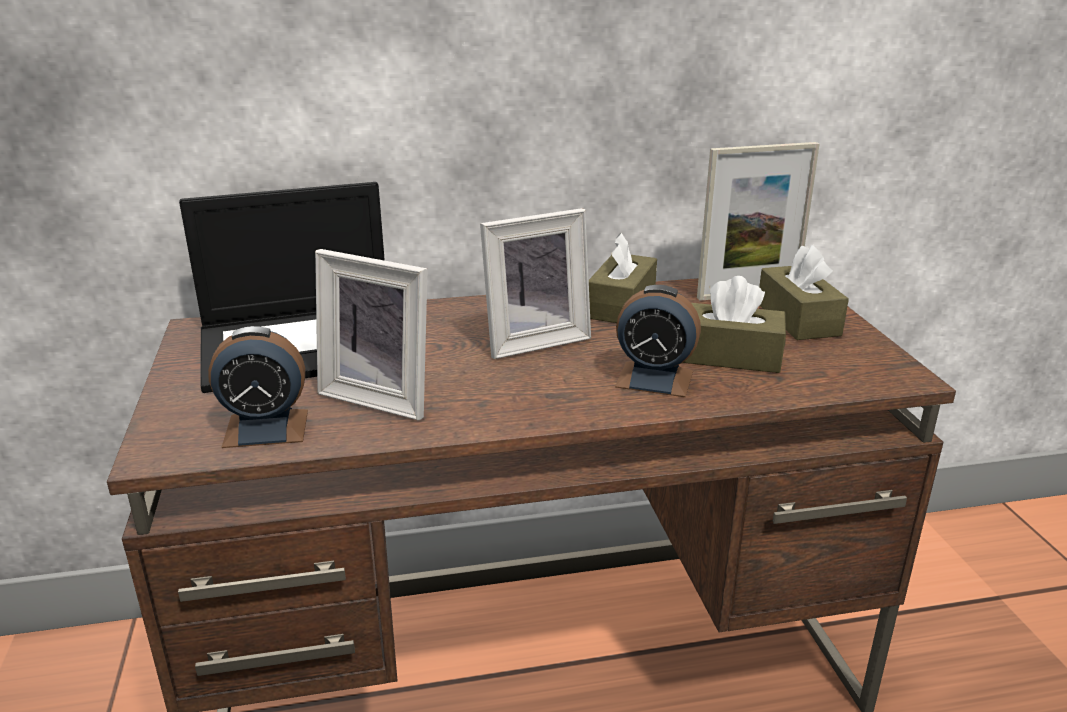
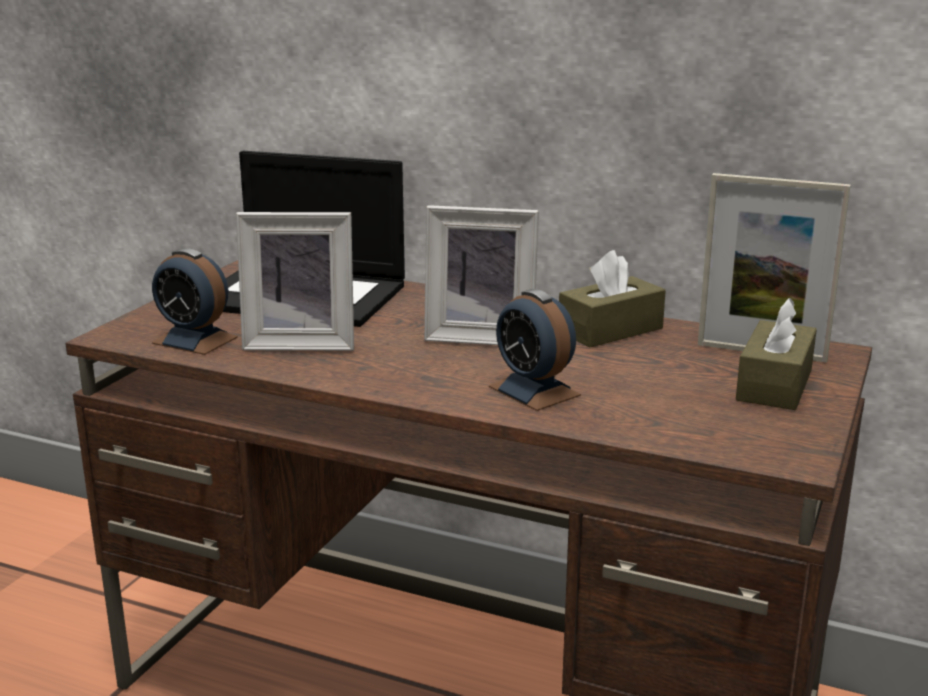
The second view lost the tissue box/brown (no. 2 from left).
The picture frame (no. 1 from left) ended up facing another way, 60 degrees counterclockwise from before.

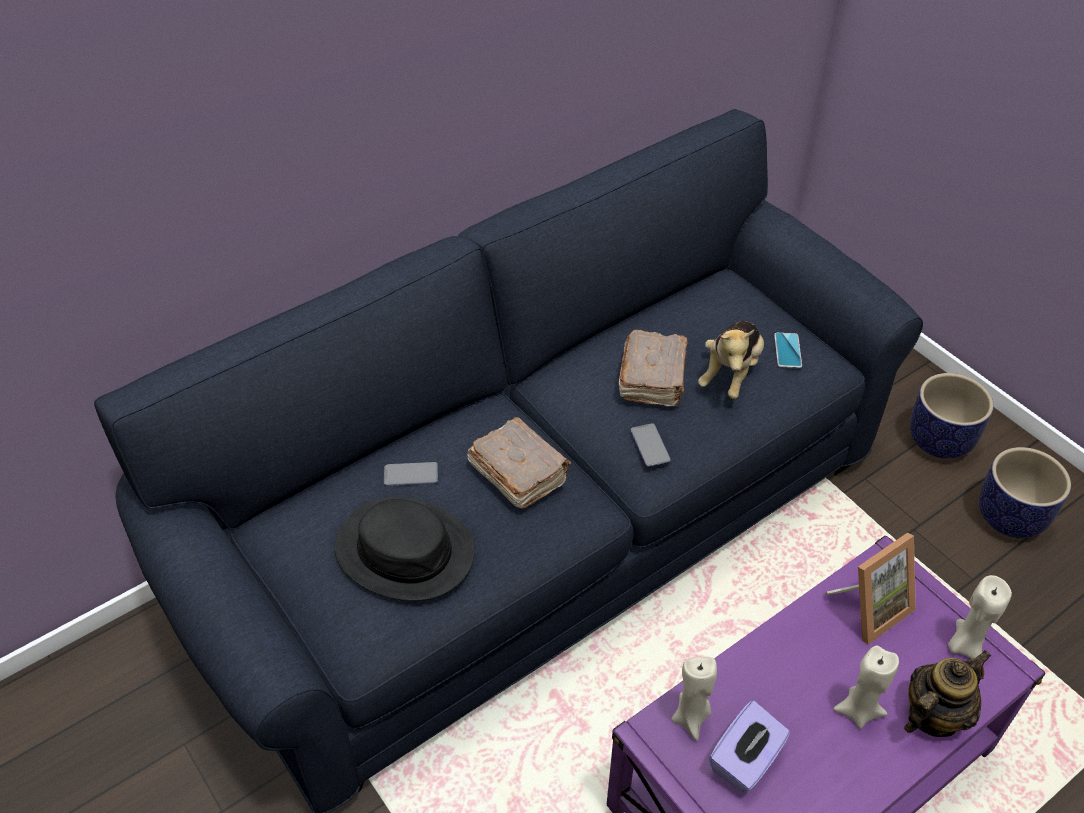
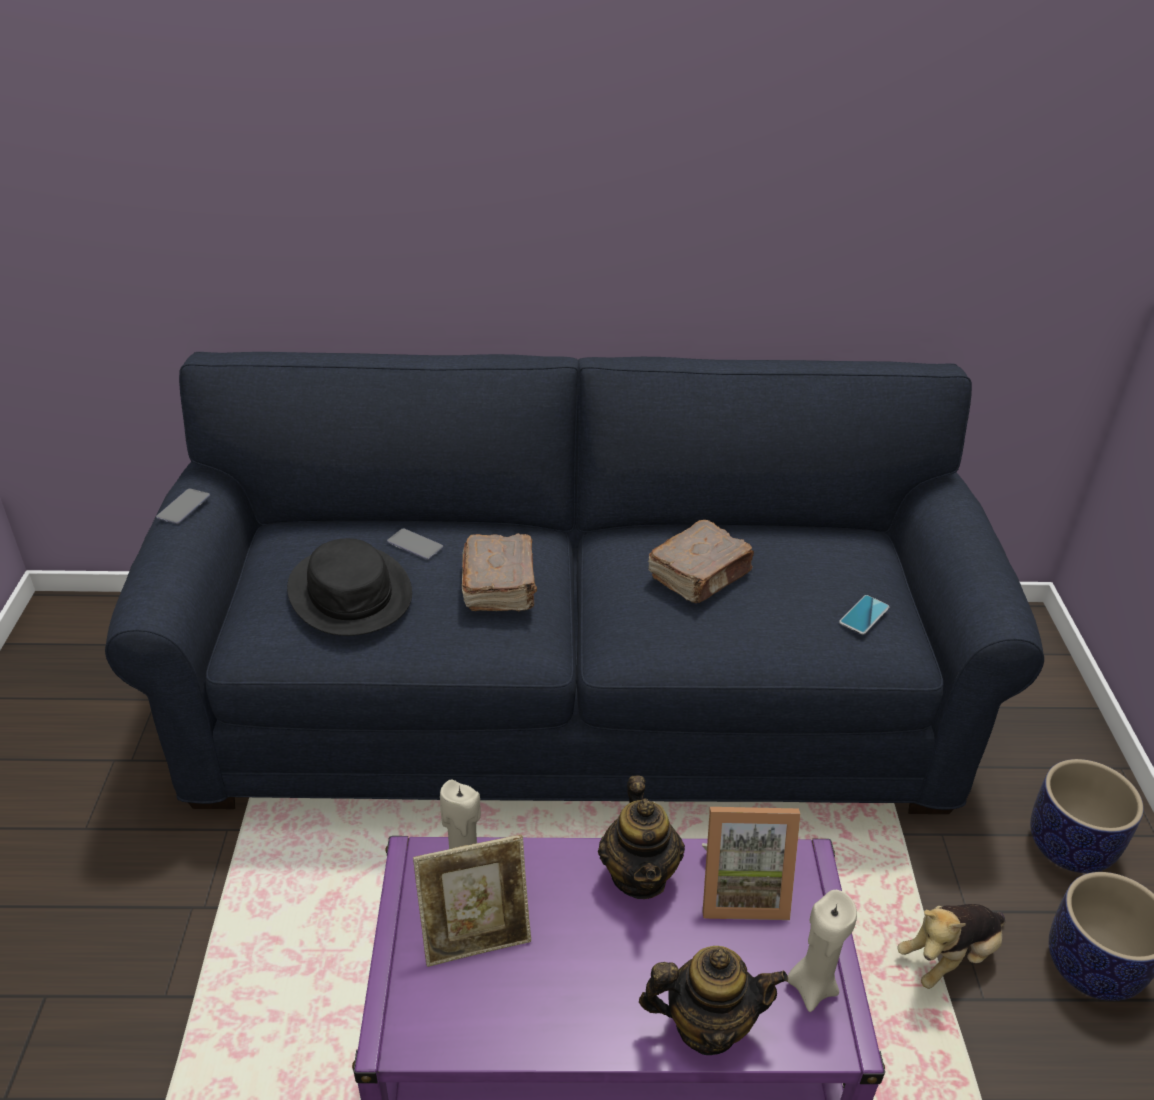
The second view lost the candle/beige (no. 2 from left).
The second view gained the teapot (no. 1 from left).
The phone (no. 2 from left in the first image) ended up elsewhere.
The plush toy ended up elsewhere.
Where the tissue box/purple stood, the picture frame (no. 1 from left) came to stand.

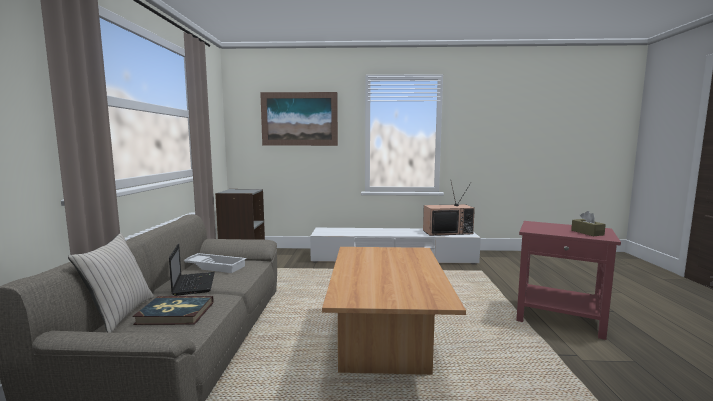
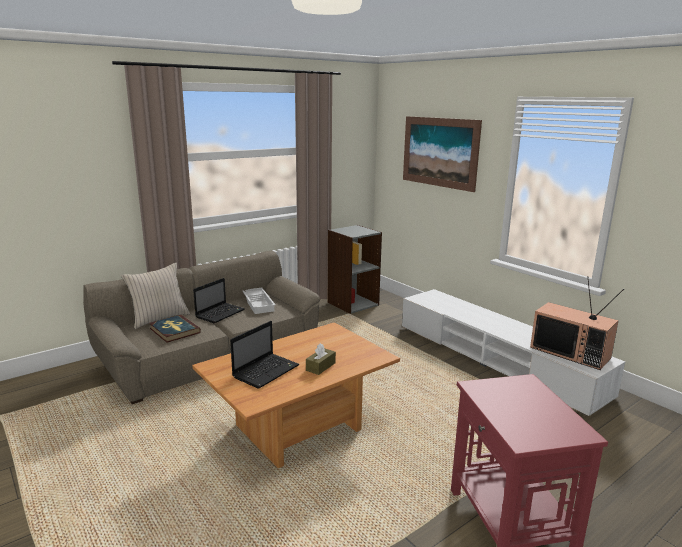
The second view gained the laptop (no. 2 from left).
The tissue box/brown ended up elsewhere.

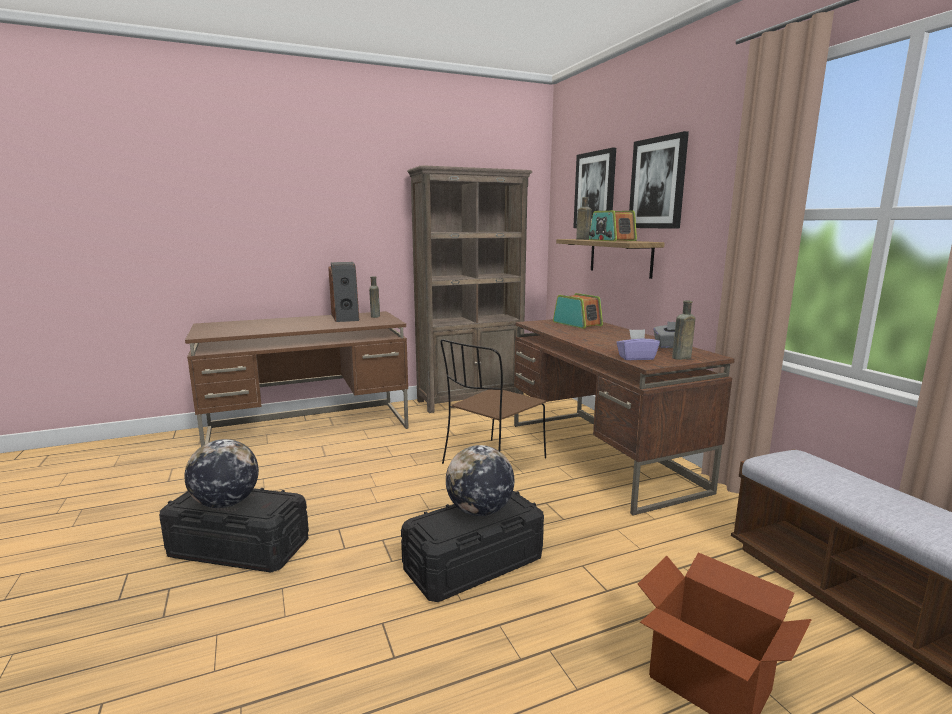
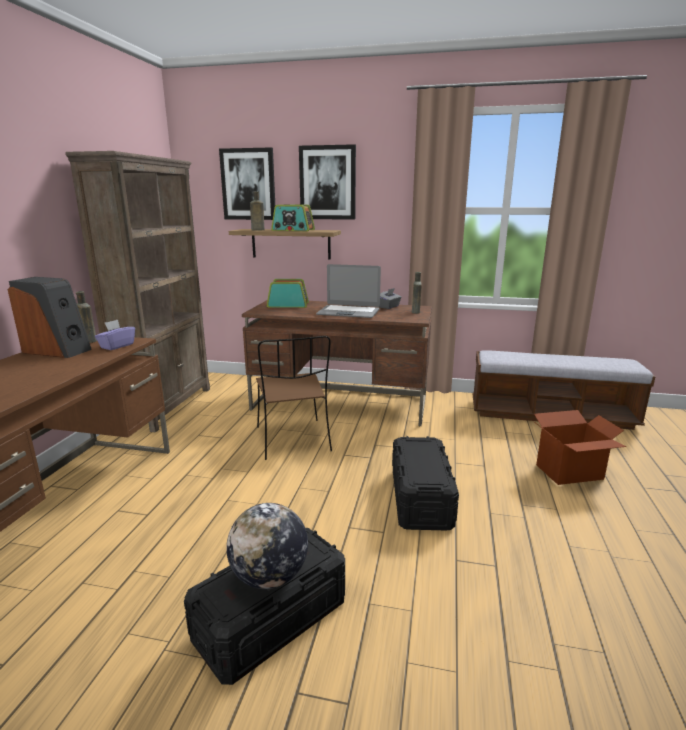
The second view lost the globe (no. 2 from left).
The second view gained the laptop.
The tissue box/purple ended up elsewhere.

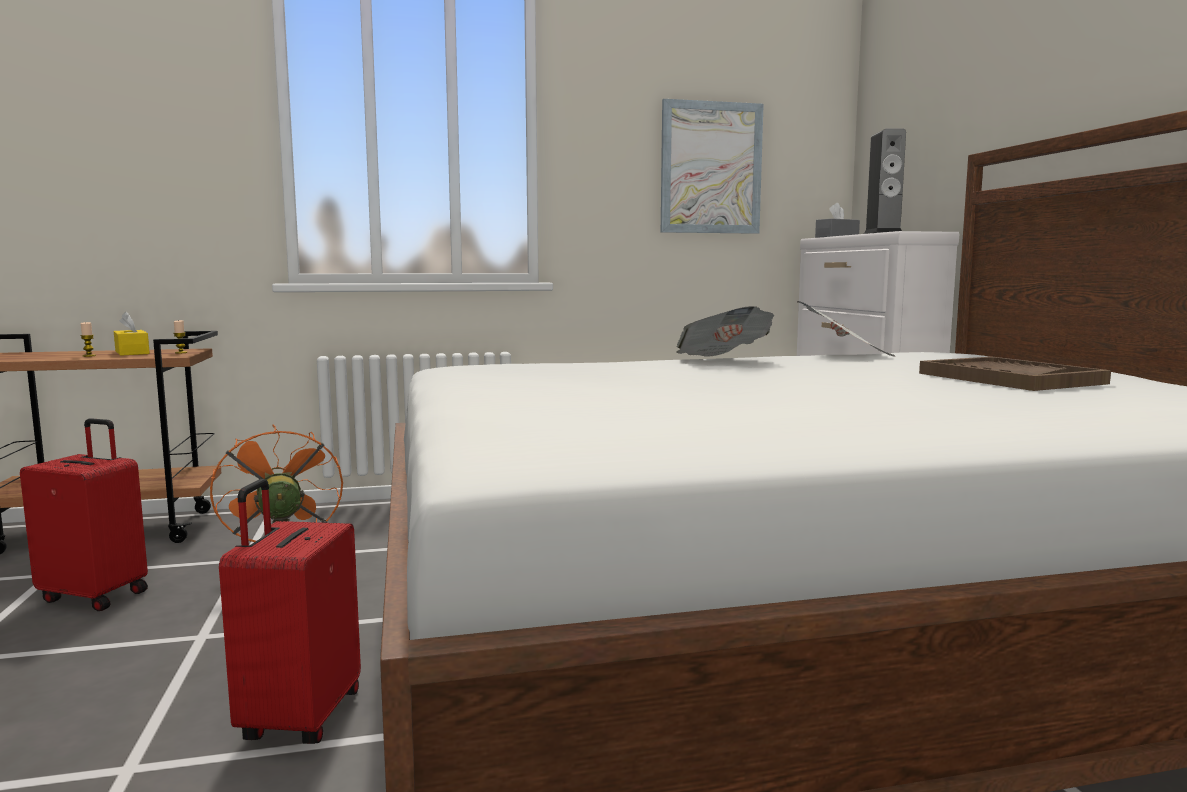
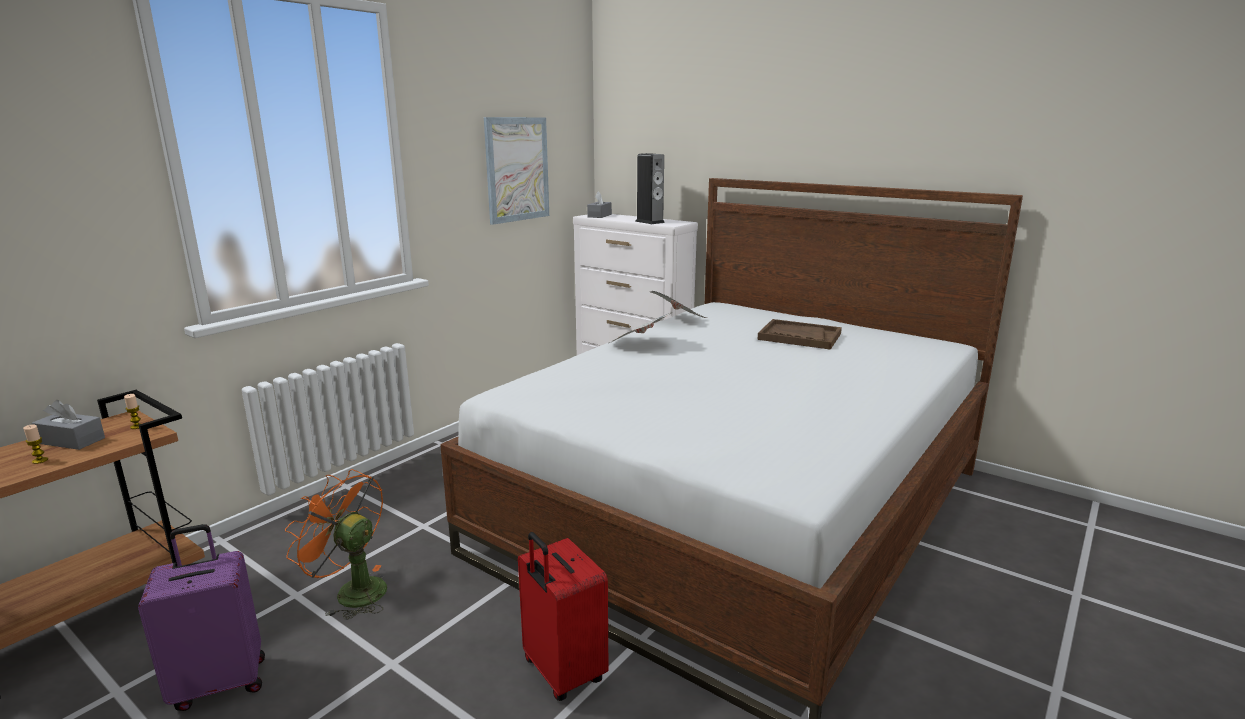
What was the suitcase/red (no. 1 from left) turned into the suitcase/purple.
What was the tissue box/yellow turned into the tissue box/grey (no. 1 from left).

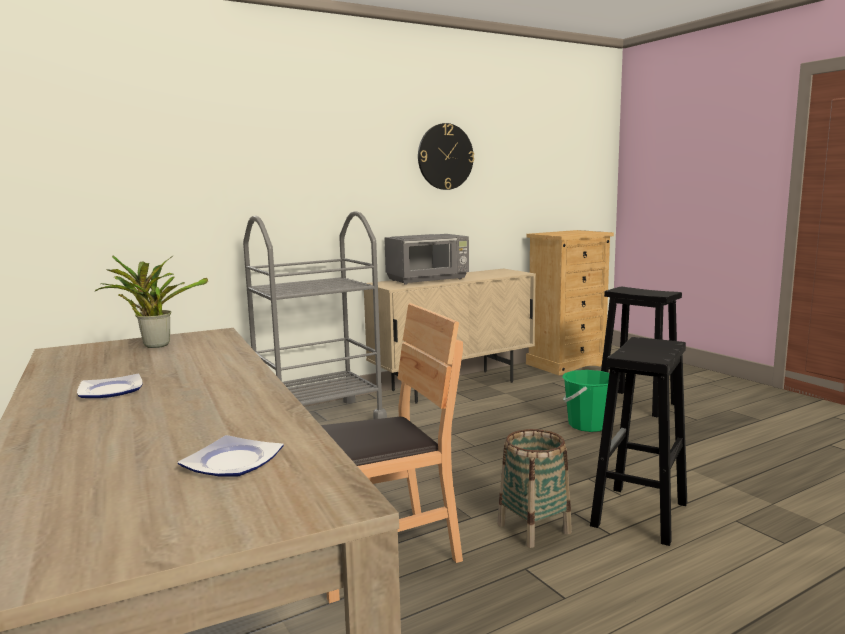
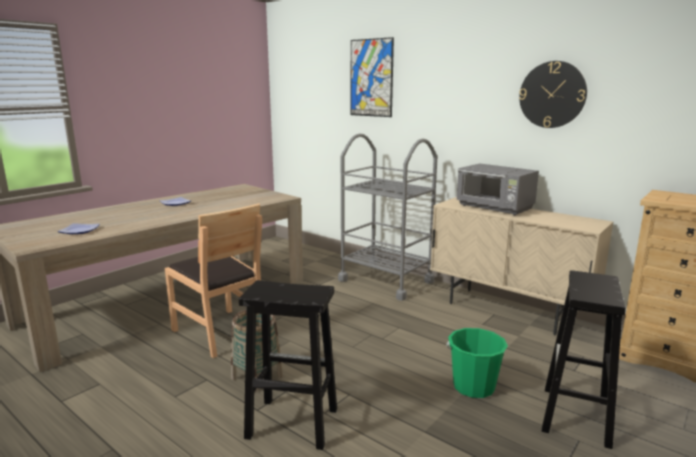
The second view lost the potted plant.
The second view gained the picture.

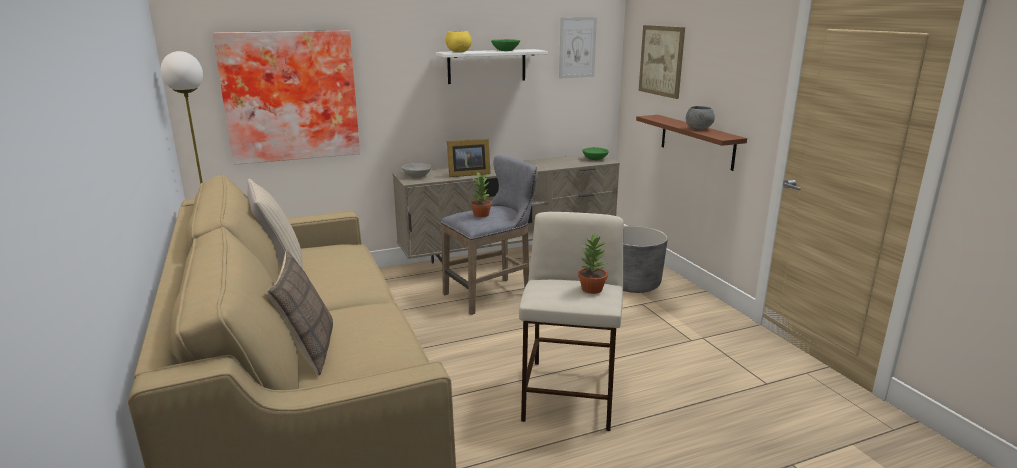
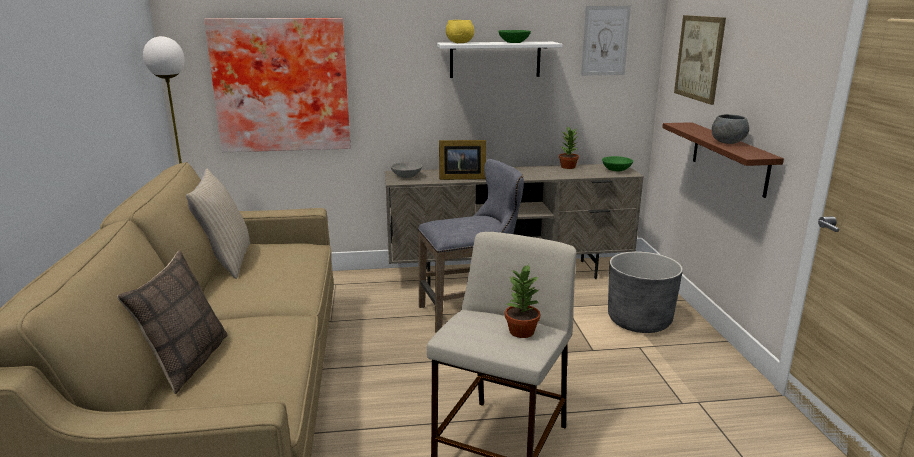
The potted plant (no. 1 from left in the first image) ended up elsewhere.

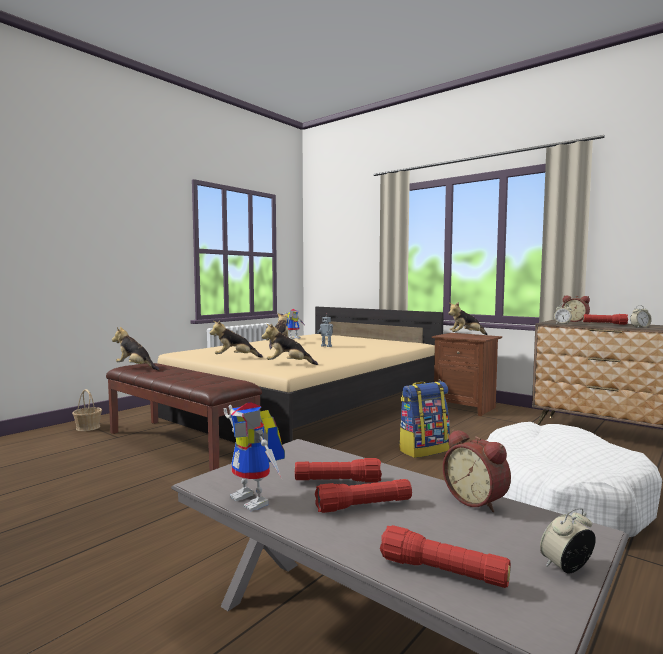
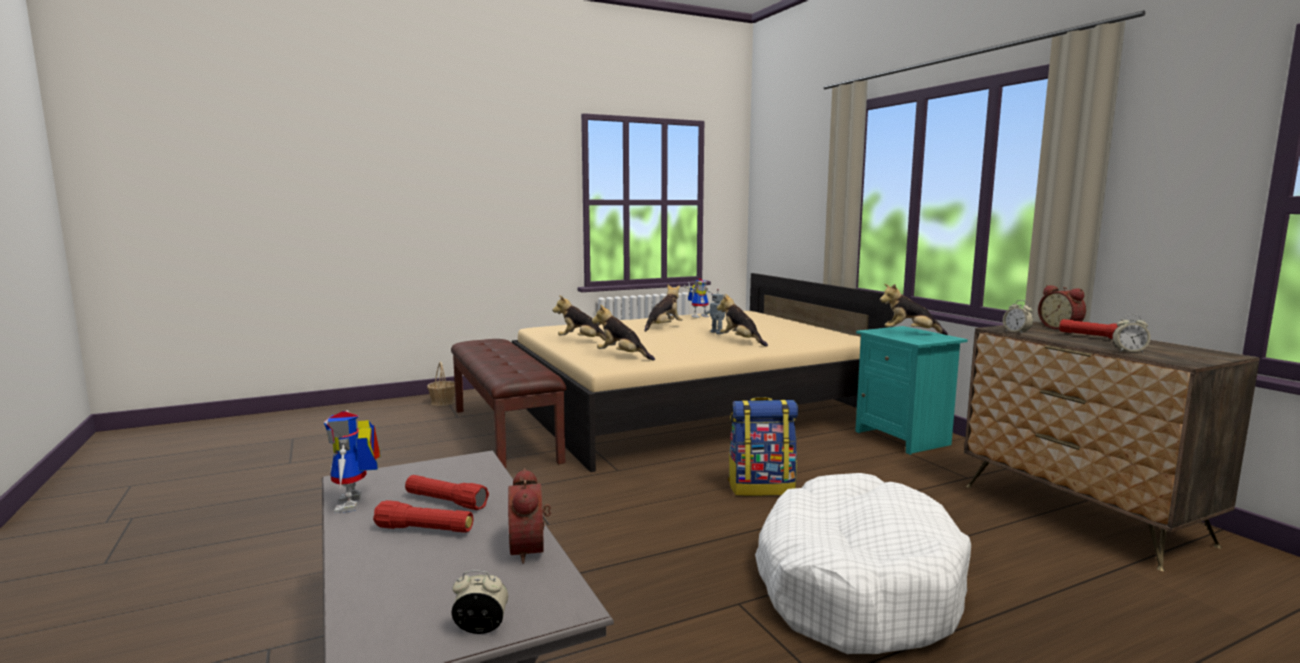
The second view lost the flashlight/red (no. 3 from left).
The plush toy (no. 1 from left in the first image) ended up elsewhere.
What was the nightstand/brown turned into the nightstand/turquoise.

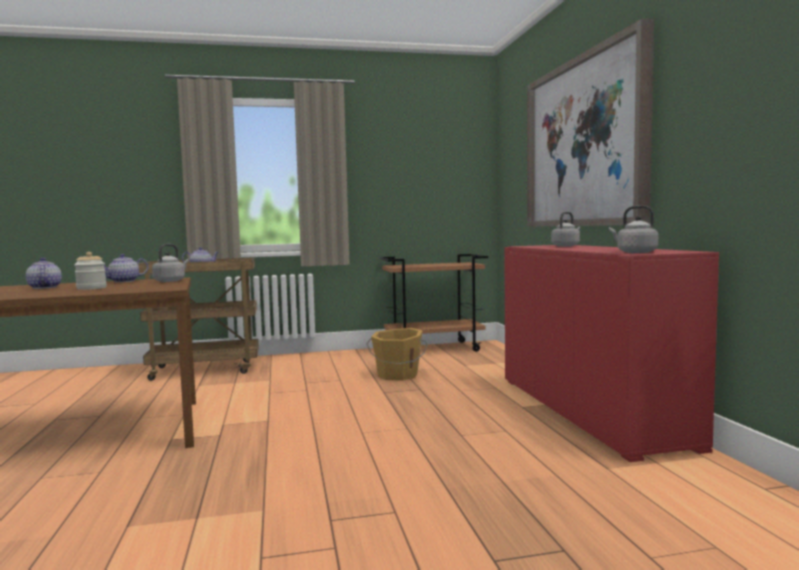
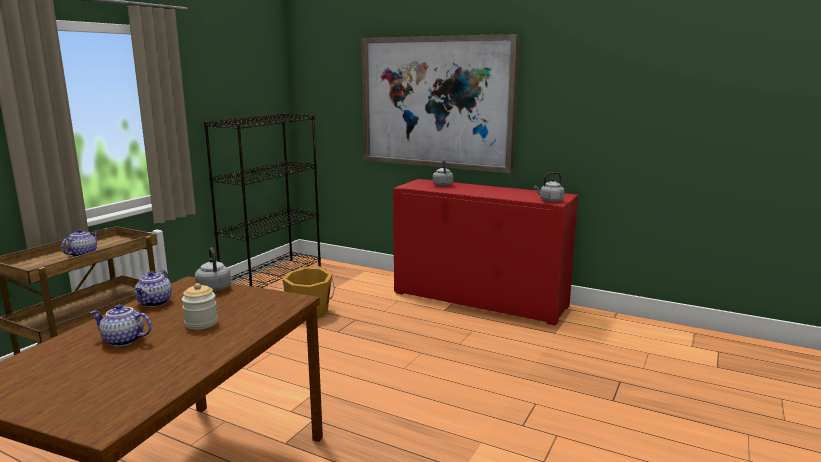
Where the cart/brown (no. 2 from left) stood, the bookcase/black came to stand.

